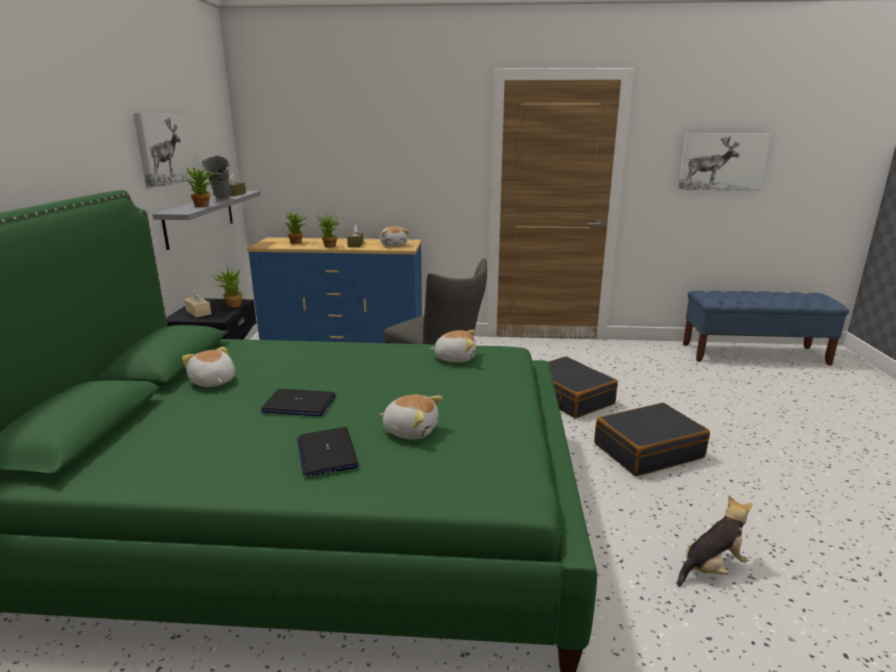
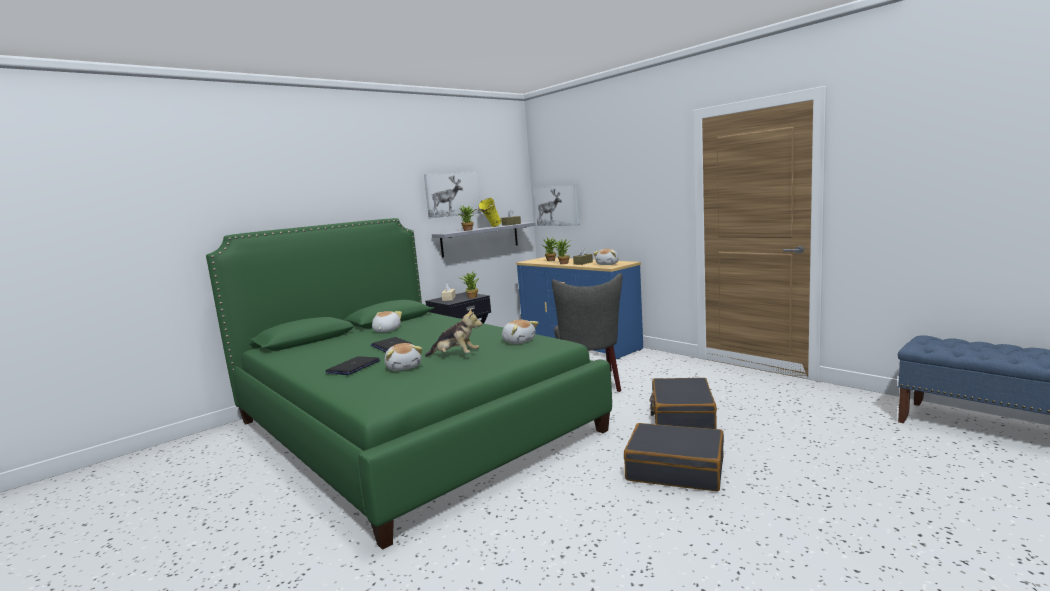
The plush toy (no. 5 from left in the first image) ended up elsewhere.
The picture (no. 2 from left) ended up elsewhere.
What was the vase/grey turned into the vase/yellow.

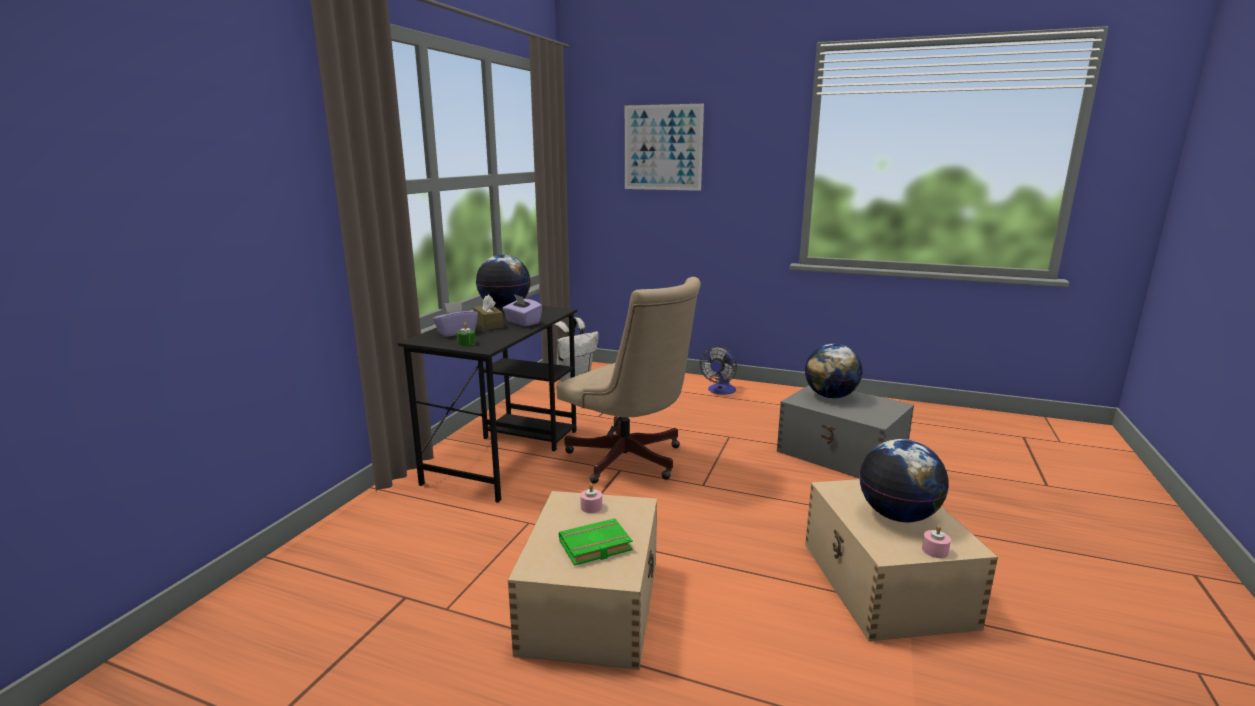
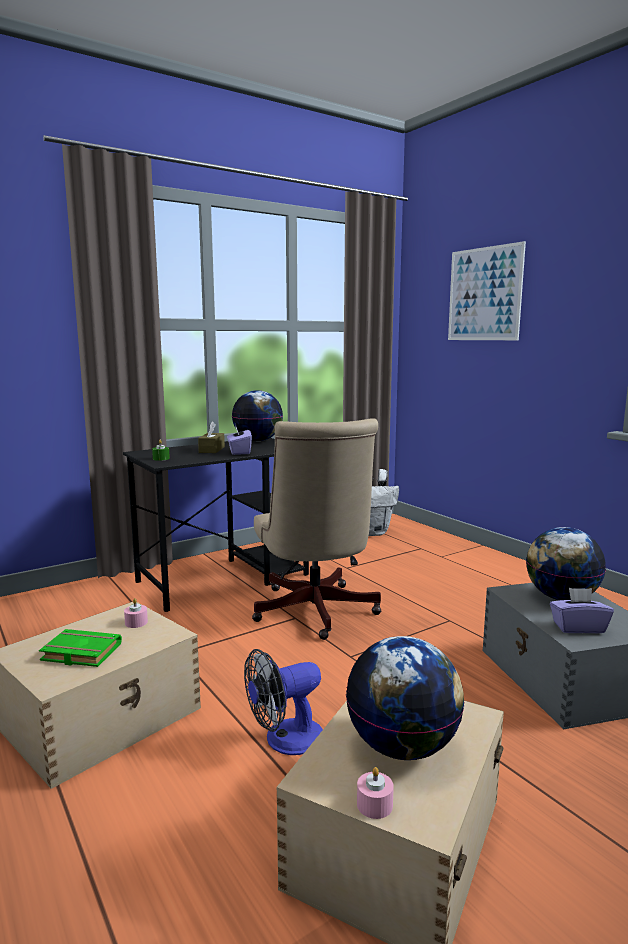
The tissue box/purple (no. 1 from left in the first image) ended up elsewhere.
The fan ended up elsewhere.

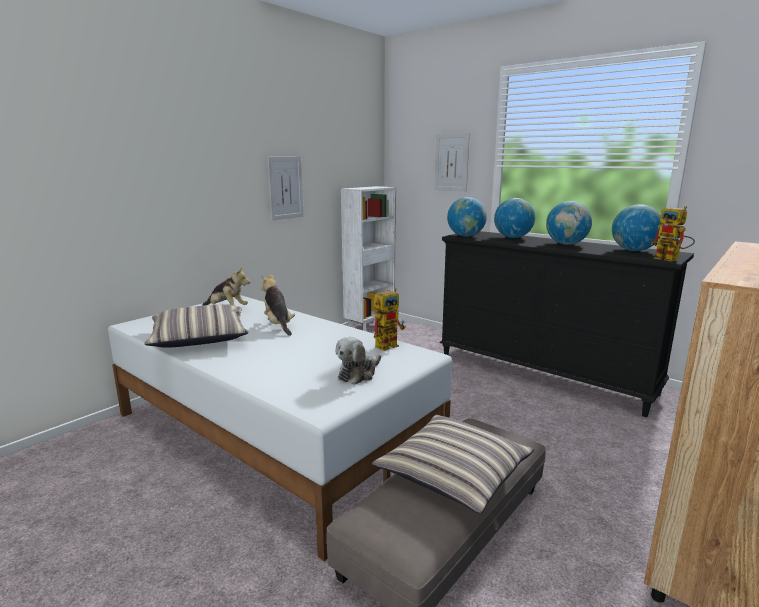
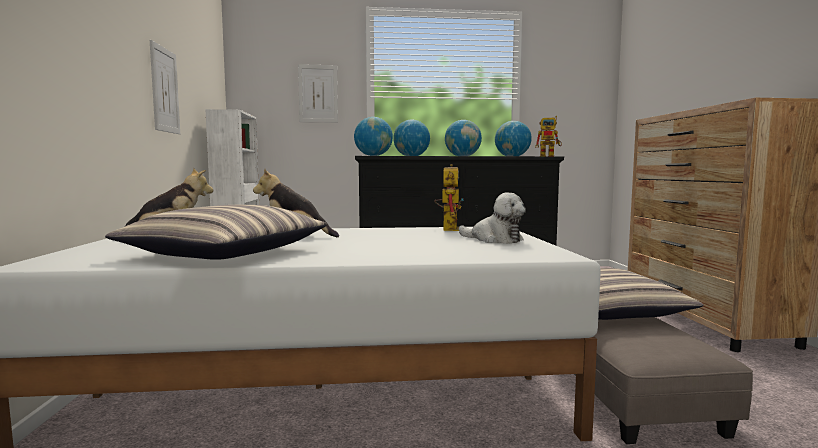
The plush toy (no. 3 from left) ended up facing another way, 45 degrees counterclockwise from before.

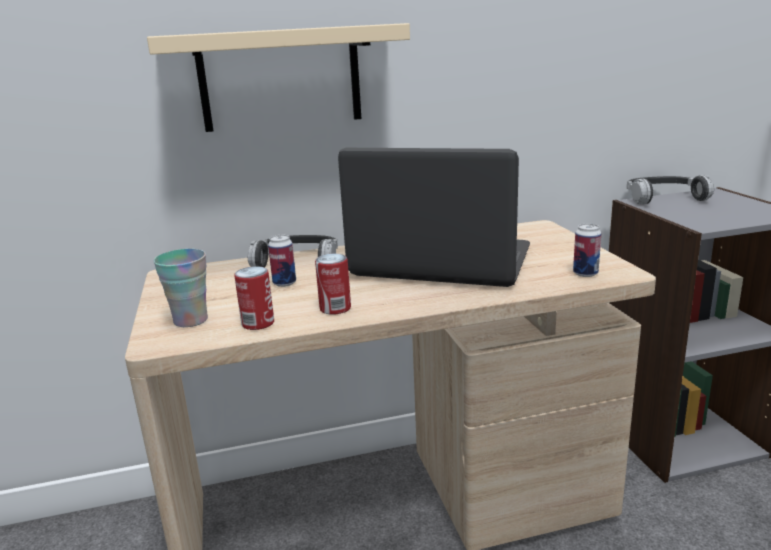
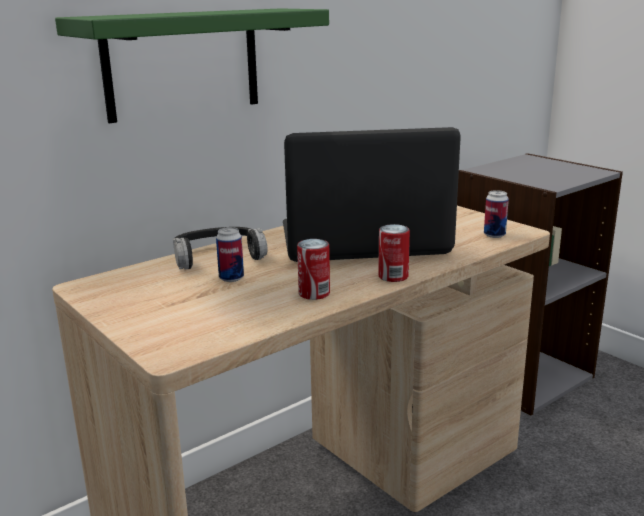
The second view lost the cup.
The second view lost the headphones (no. 2 from left).
The can (no. 1 from left in the first image) ended up elsewhere.
What was the shelf/beige turned into the shelf/green.

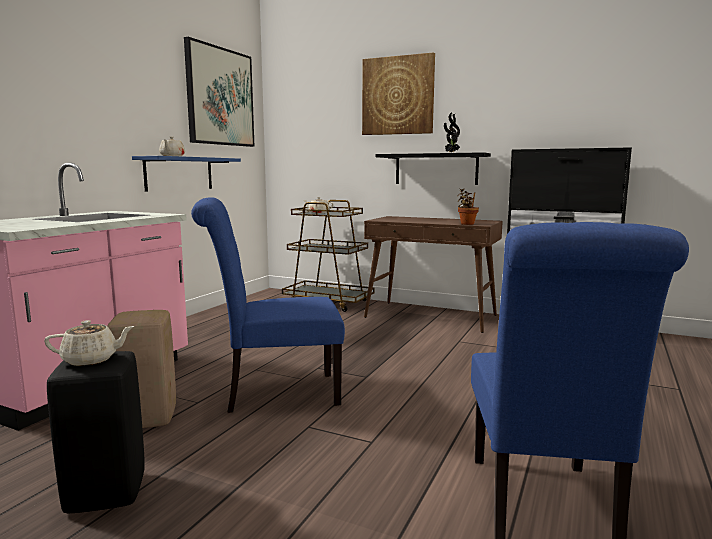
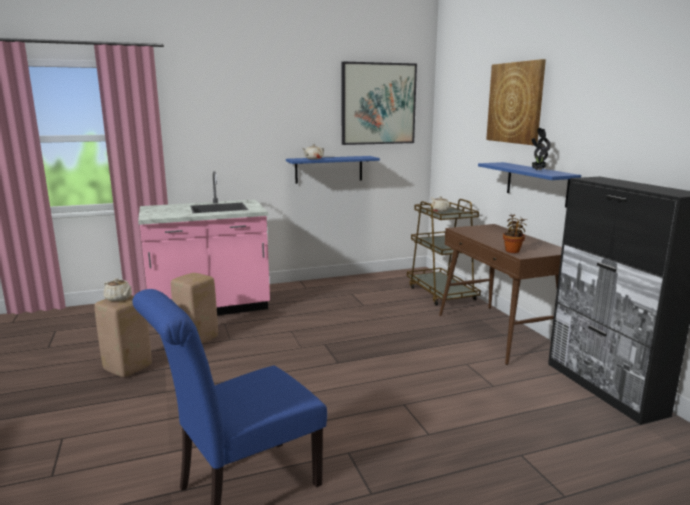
The second view lost the chair/blue (no. 1 from left).
What was the stool/black turned into the stool/beige (no. 1 from left).
What was the shelf/black turned into the shelf/blue (no. 2 from left).

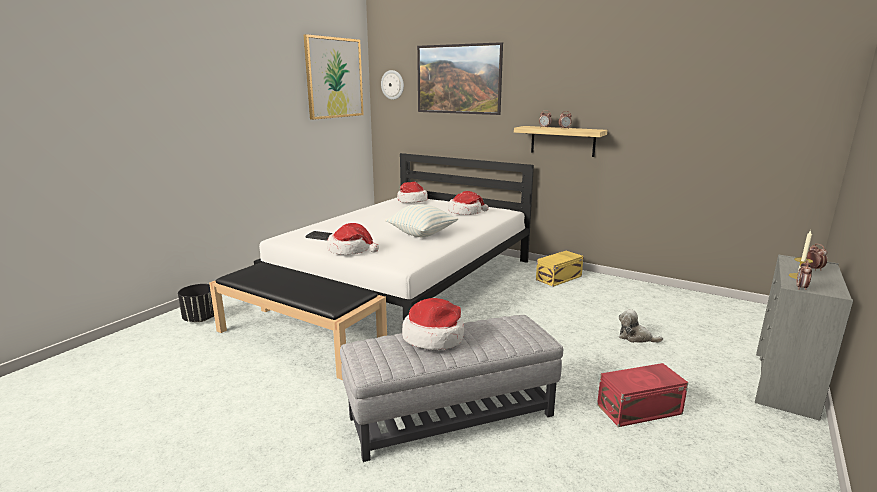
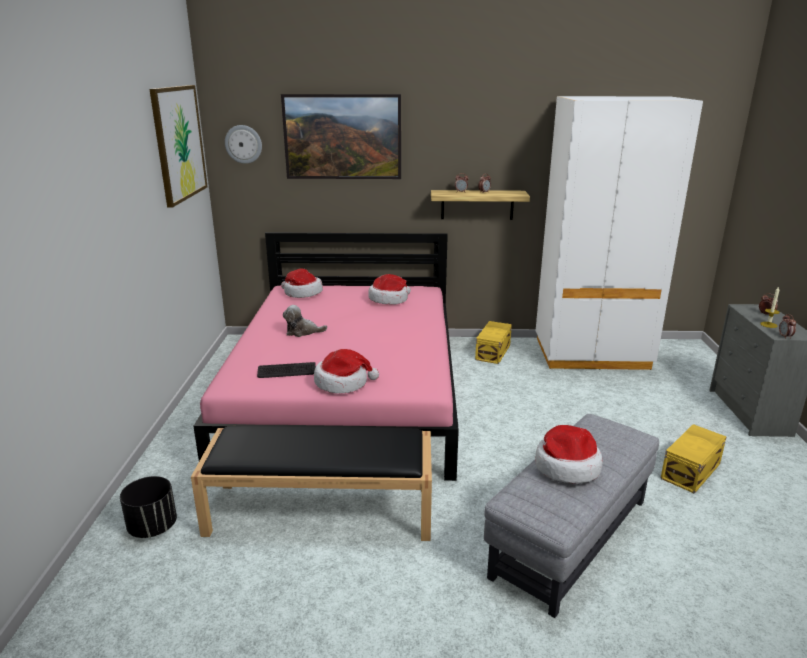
The second view lost the pillow.
The second view gained the wardrobe/white.
The plush toy ended up elsewhere.
What was the bed/white turned into the bed/pink.
What was the storage box/red turned into the storage box/yellow (no. 2 from left).

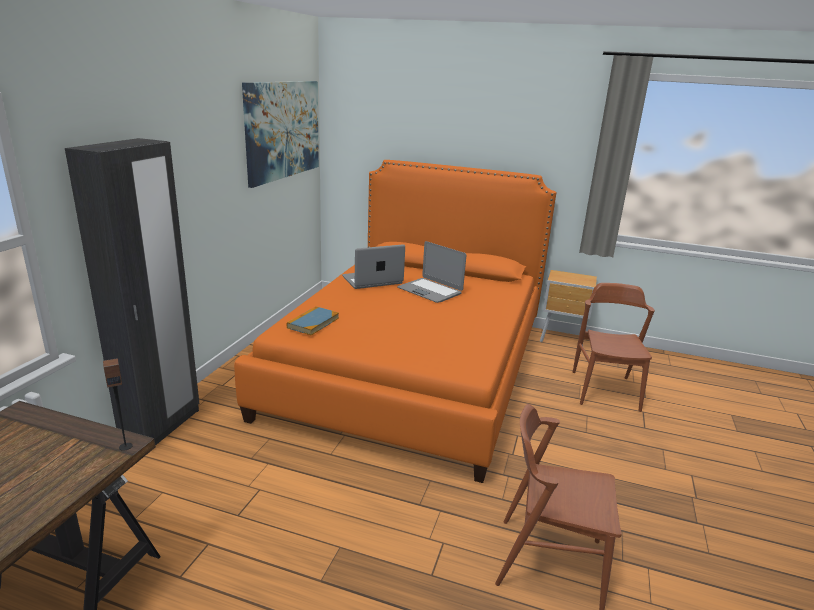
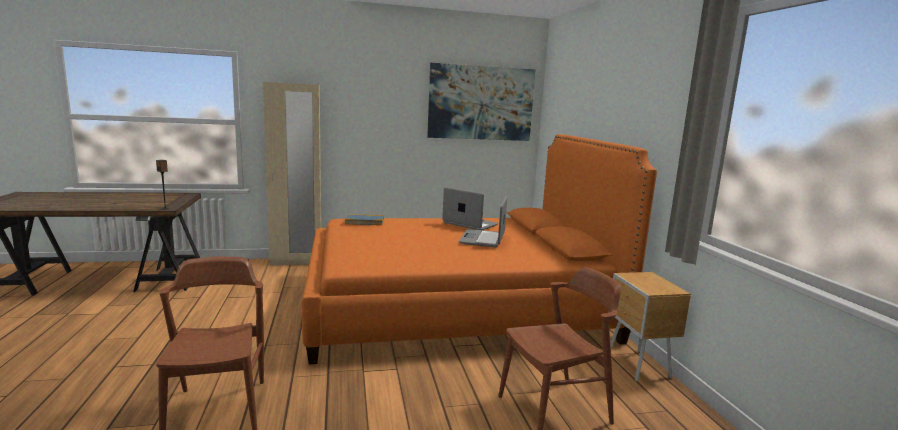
What was the wardrobe/black turned into the wardrobe/beige.

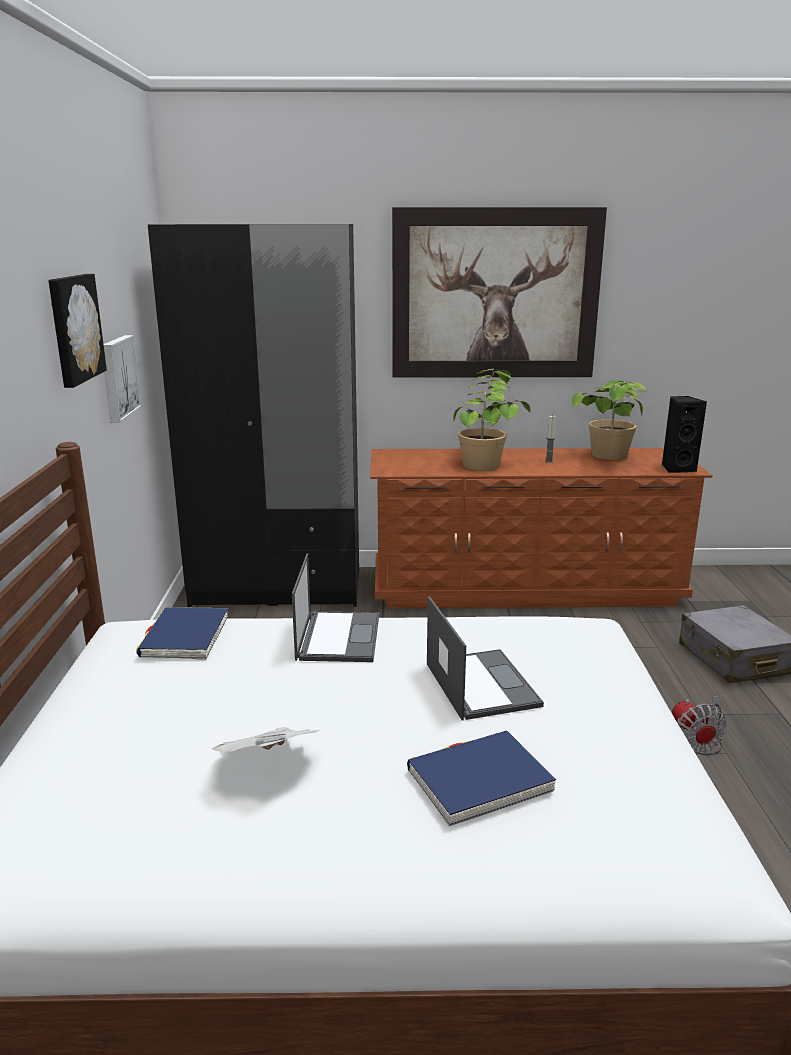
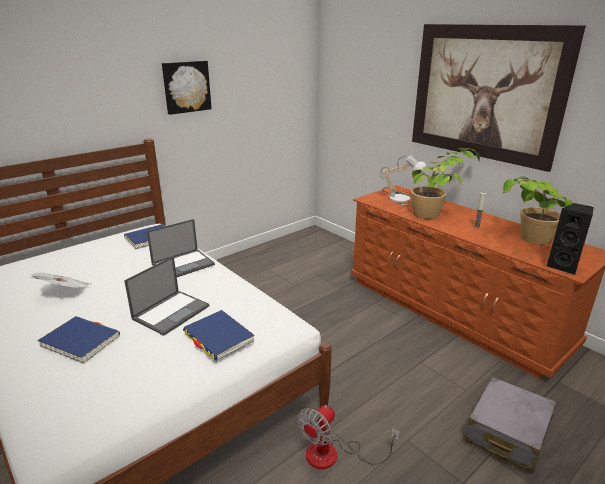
The second view lost the picture (no. 2 from left).
The second view lost the wardrobe/black.
The second view gained the book/blue (no. 3 from left).
The second view gained the table lamp.

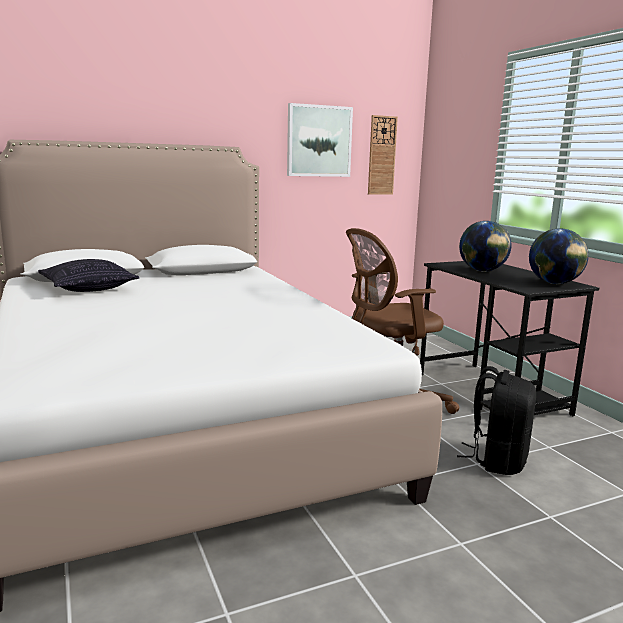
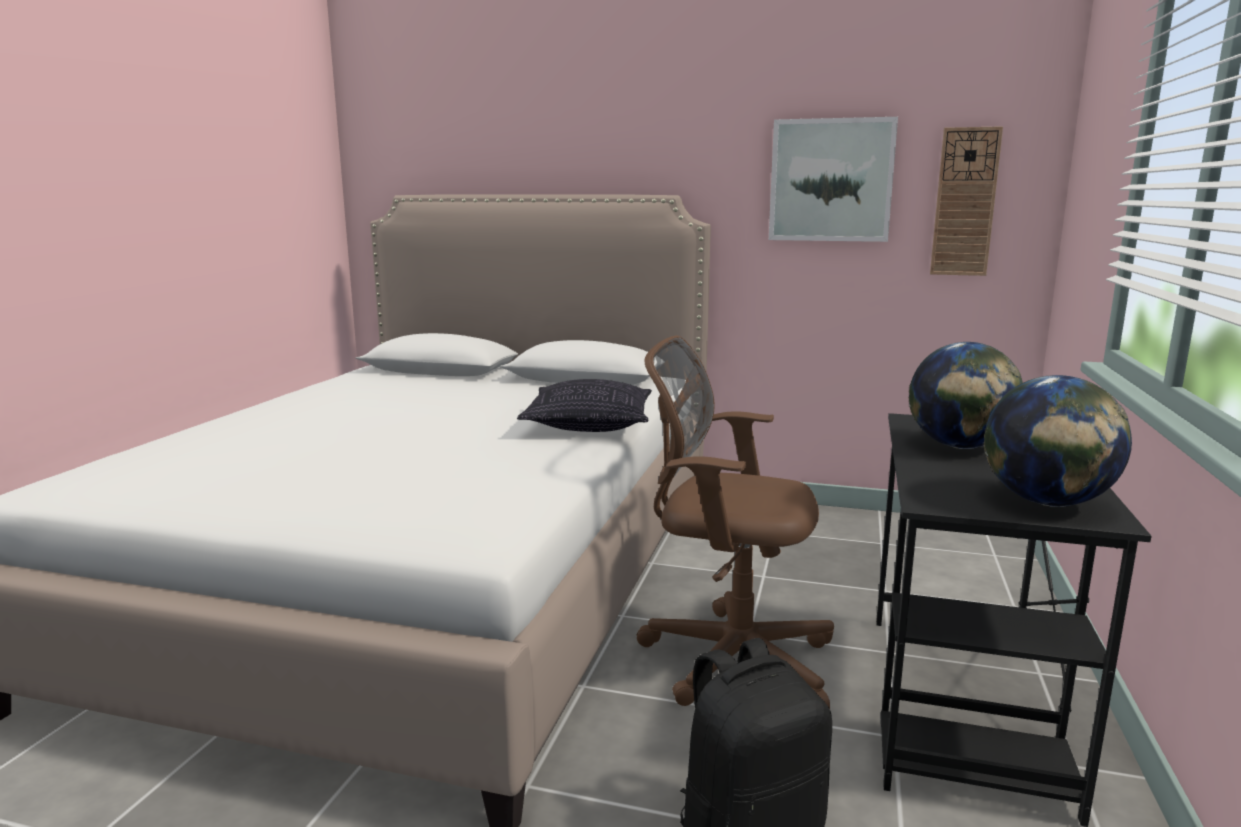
The pillow ended up elsewhere.

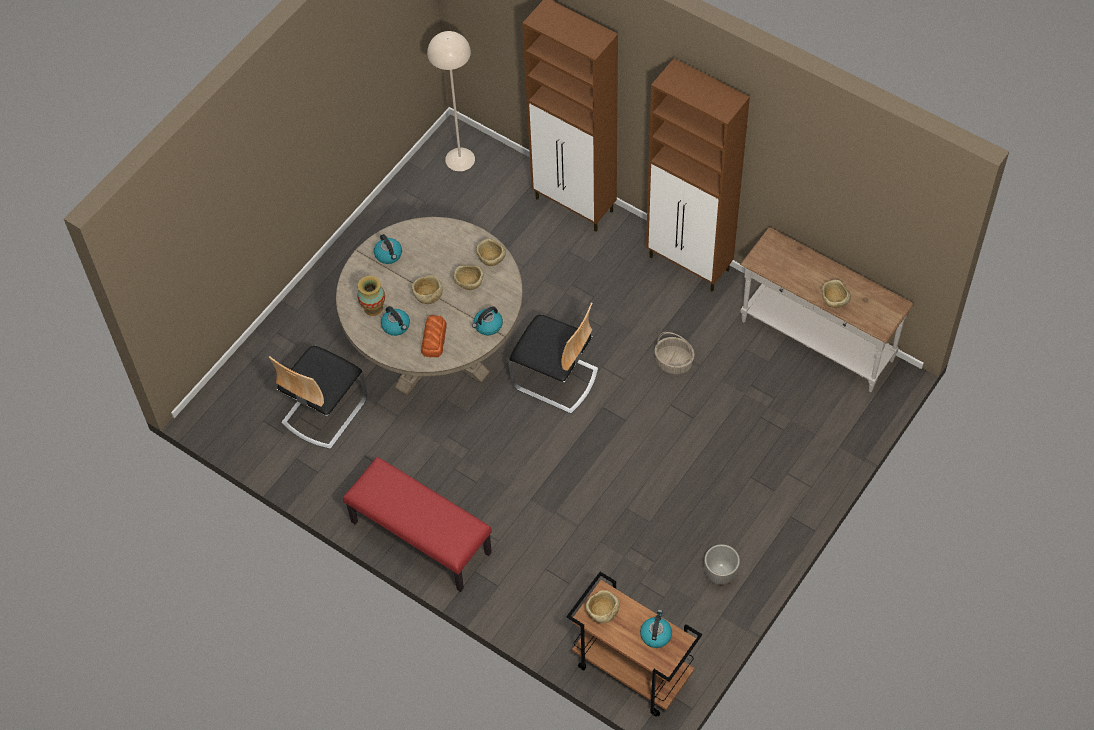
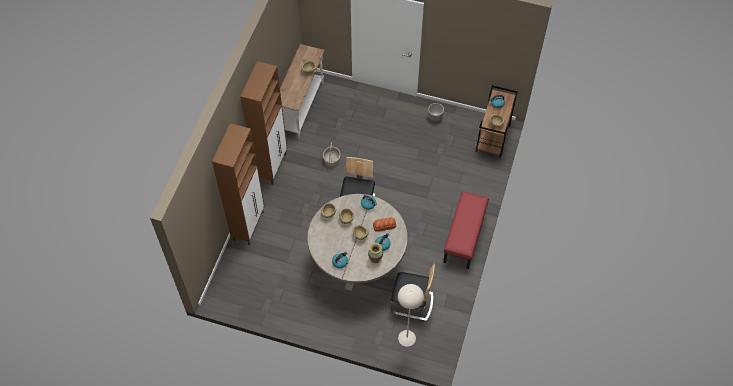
The floor lamp/beige ended up elsewhere.

